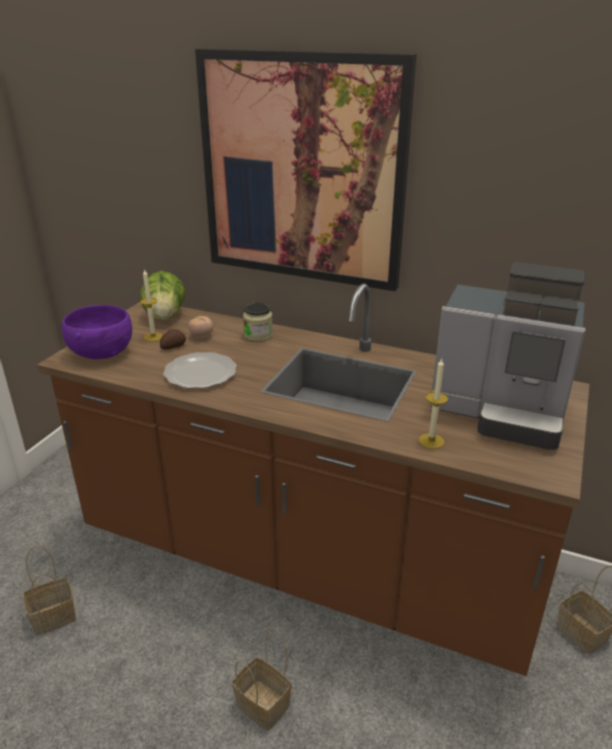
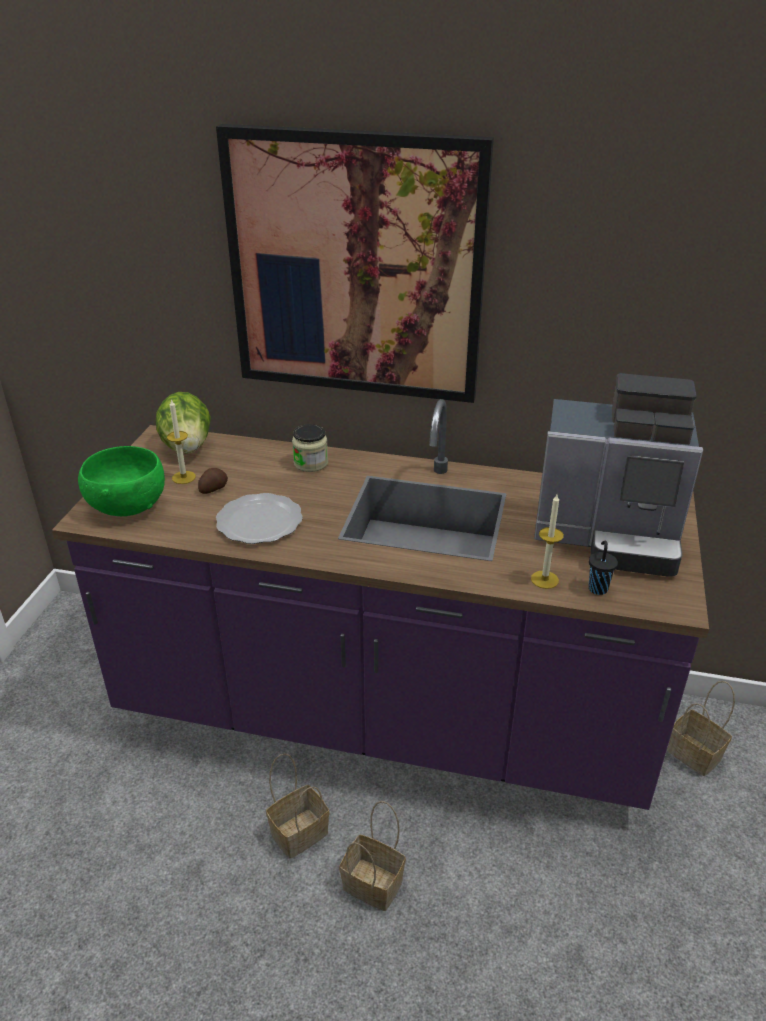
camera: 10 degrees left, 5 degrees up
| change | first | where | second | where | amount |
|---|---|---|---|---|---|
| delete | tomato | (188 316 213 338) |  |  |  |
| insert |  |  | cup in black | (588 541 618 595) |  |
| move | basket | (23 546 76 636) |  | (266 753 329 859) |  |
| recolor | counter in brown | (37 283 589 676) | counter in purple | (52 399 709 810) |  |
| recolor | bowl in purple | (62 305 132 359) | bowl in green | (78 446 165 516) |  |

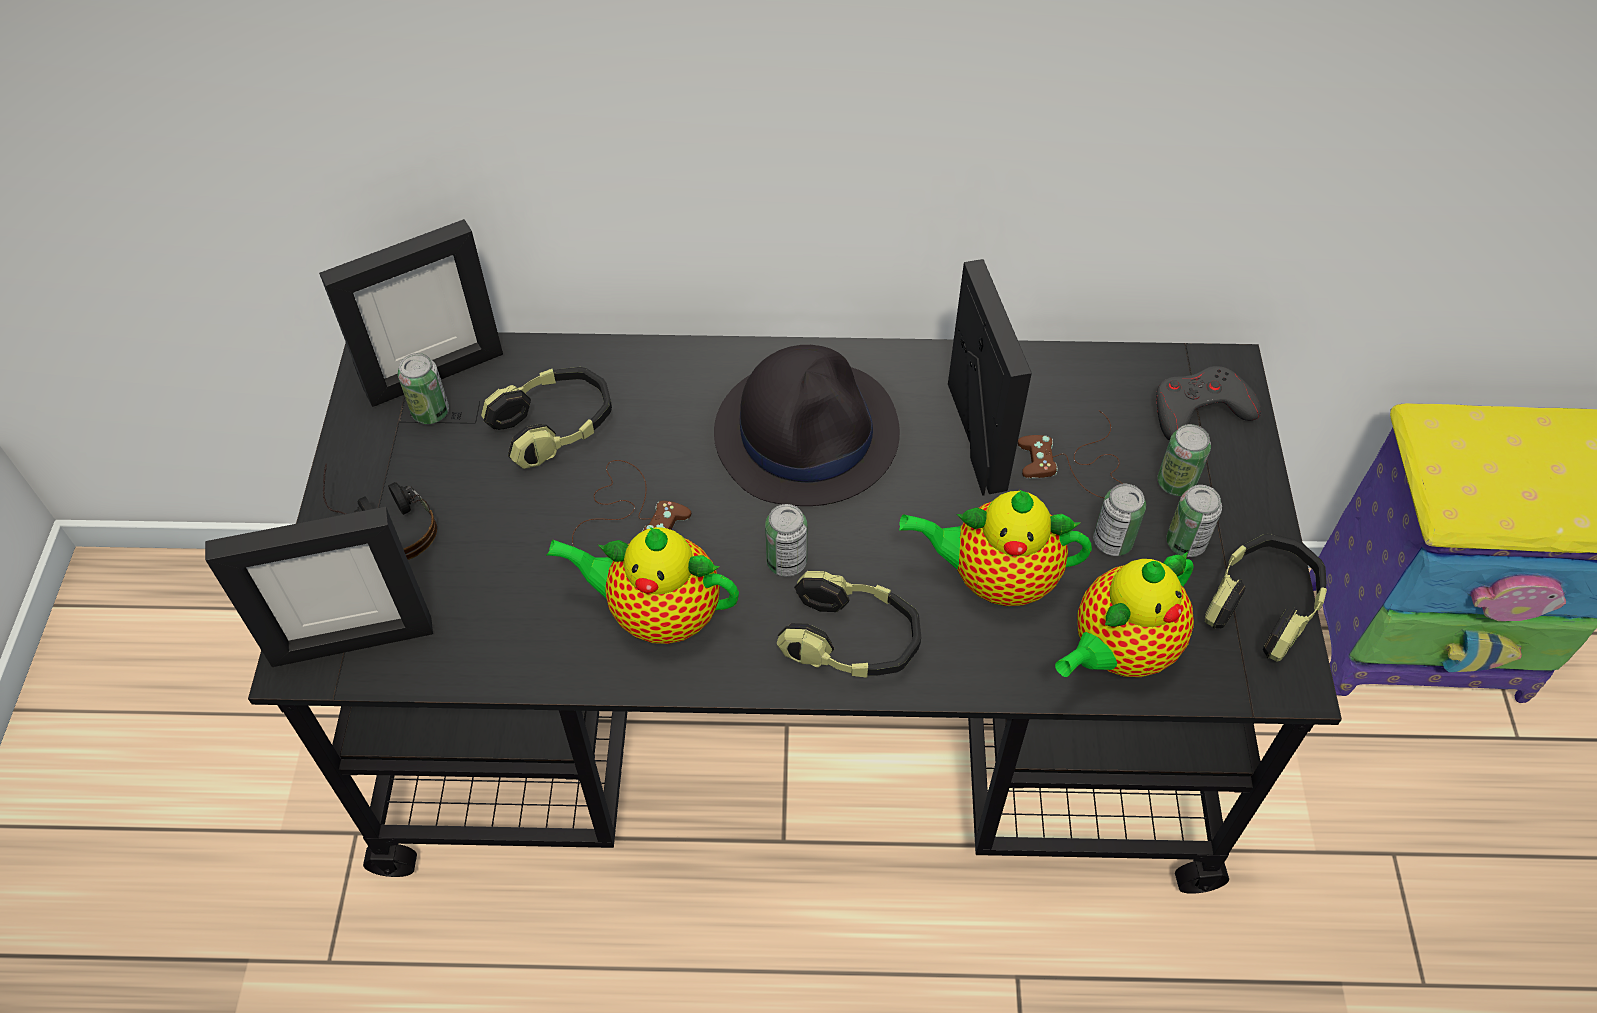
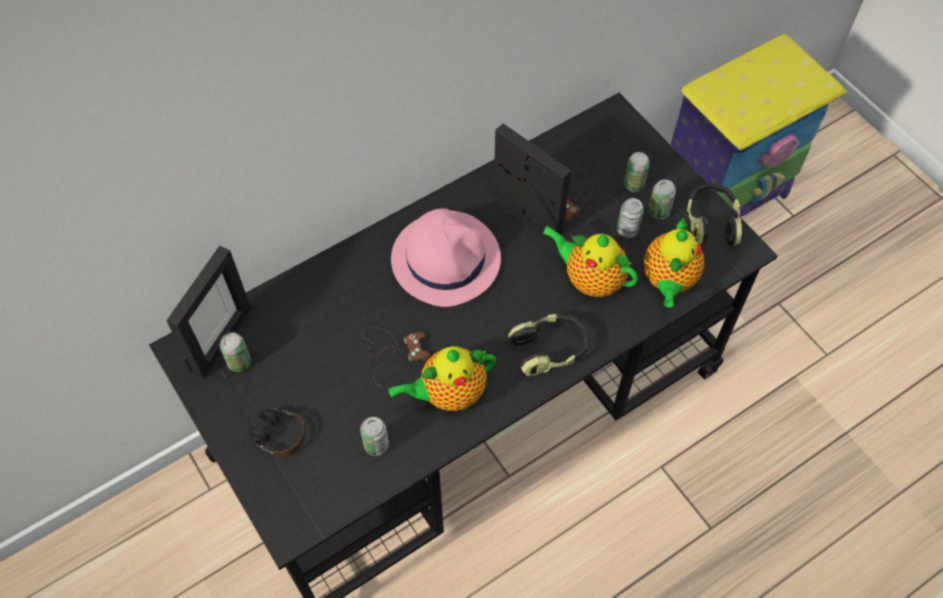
camera: 35 degrees left, 5 degrees up
| change | first | where | second | where | amount |
|---|---|---|---|---|---|
| delete | picture frame | (205 507 433 667) |  |  |  |
| delete | headphones | (481 367 612 469) |  |  |  |
| delete | game controller in grey | (1156 366 1261 440) |  |  |  |
| move | can | (765 504 807 577) |  | (360 417 389 456) |  |
| recolor | hat in black | (714 345 900 506) | hat in pink | (391 208 501 307) |  |
| rotate | teapot | (899 490 1092 606) |  | (543 226 638 297) | 60 degrees clockwise |

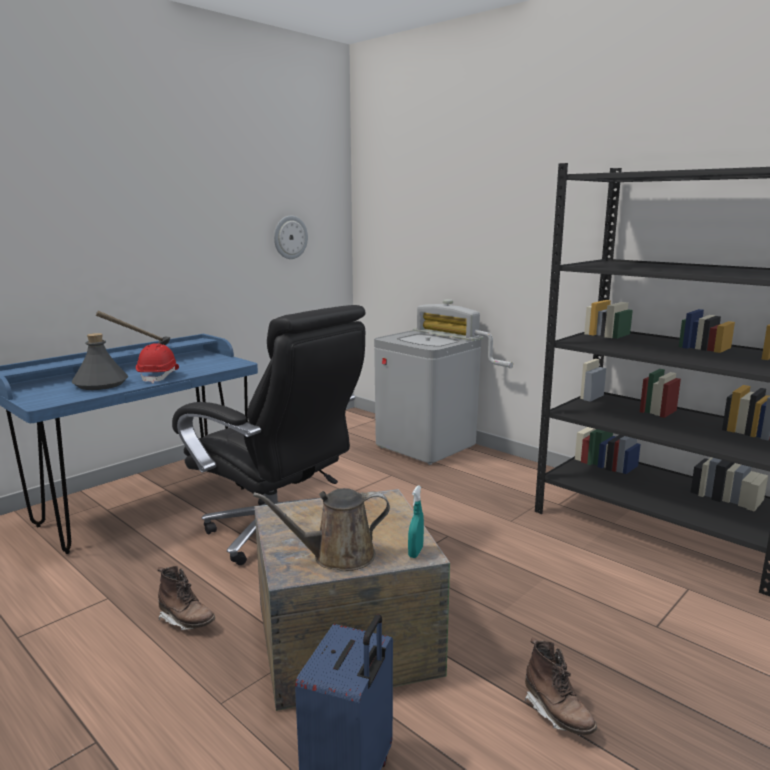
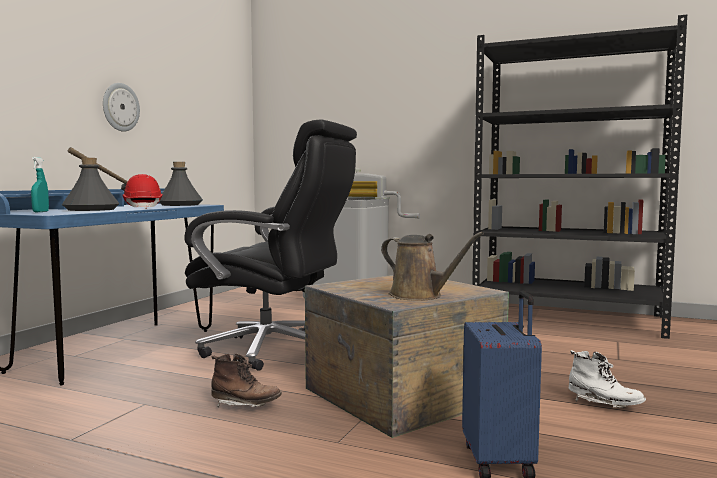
camera: 20 degrees left, 10 degrees down
| change | first | where | second | where | amount |
|---|---|---|---|---|---|
| insert |  |  | bottle in grey | (159 162 203 206) |  |
| move | wall clock | (274 216 308 259) |  | (103 83 140 132) |  |
| move | spray bottle in turquoise | (408 485 424 558) |  | (31 157 49 212) |  |
| recolor | boot in brown | (525 638 597 735) | boot in white | (569 350 646 408) |  |
| rotate | watering can in brown | (253 488 390 571) |  | (381 232 484 301) | 105 degrees counterclockwise |

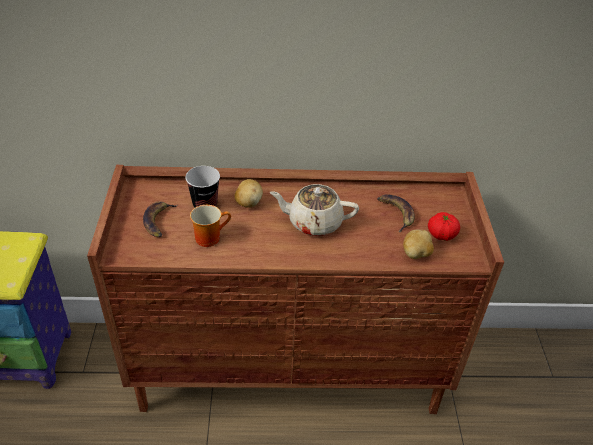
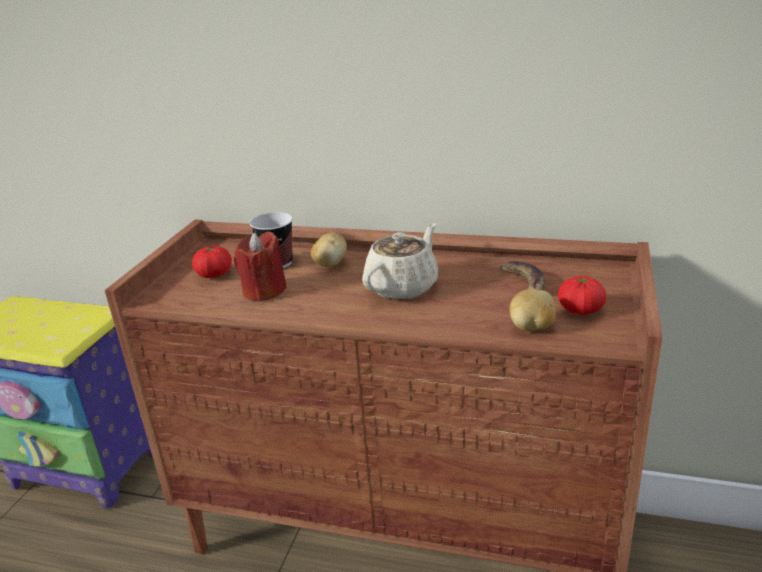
camera: 20 degrees right, 15 degrees down
| change | first | where | second | where | amount |
|---|---|---|---|---|---|
| replace | banana | (143 201 177 237) | tomato | (192 246 232 278) |  |
| replace | mug | (190 205 231 247) | candle in red | (234 232 287 302) |  |
| rotate | teapot in beige | (269 184 359 236) |  | (362 223 438 300) | 105 degrees clockwise |

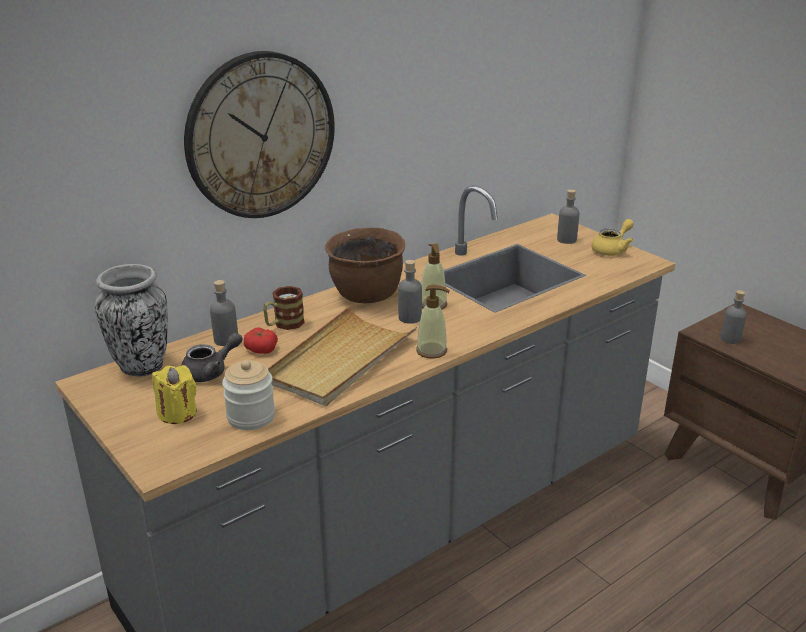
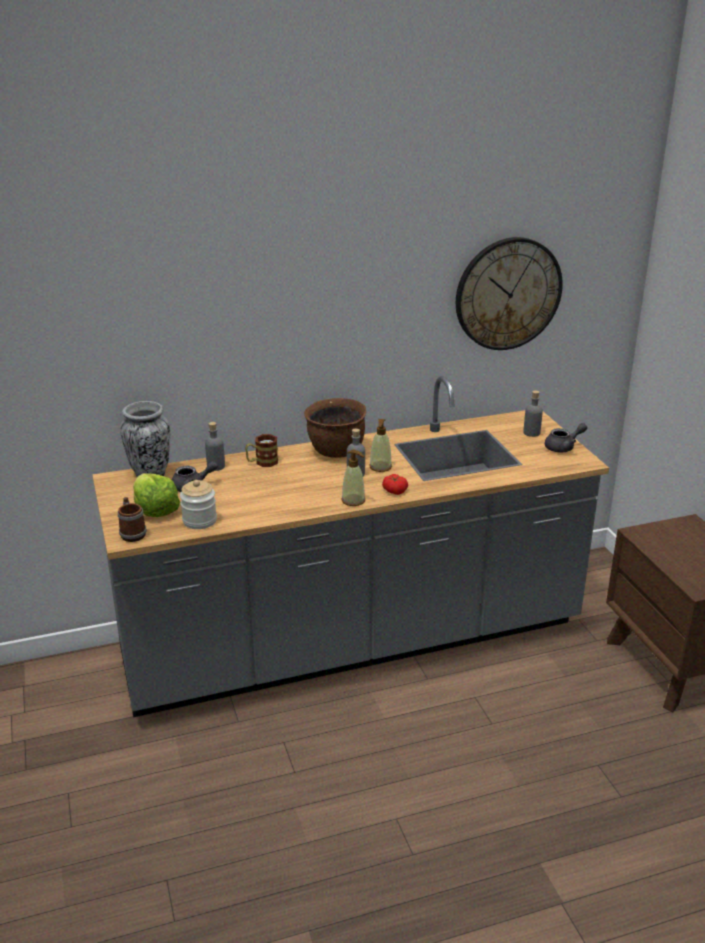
camera: 20 degrees right, 0 degrees up
| change | first | where | second | where | amount |
|---|---|---|---|---|---|
| delete | tray in beige | (268 306 417 406) |  |  |  |
| delete | bottle in grey | (720 290 747 344) |  |  |  |
| insert |  |  | mug | (118 497 147 542) |  |
| move | wall clock | (184 51 335 218) |  | (456 237 563 350) |  |
| move | tomato | (244 327 278 354) |  | (382 474 408 495) |  |
| replace | candle in yellow | (152 365 197 424) | lettuce | (133 473 181 517) |  |
| recolor | teapot in yellow | (592 219 634 256) | teapot in grey | (545 423 587 453) |  |

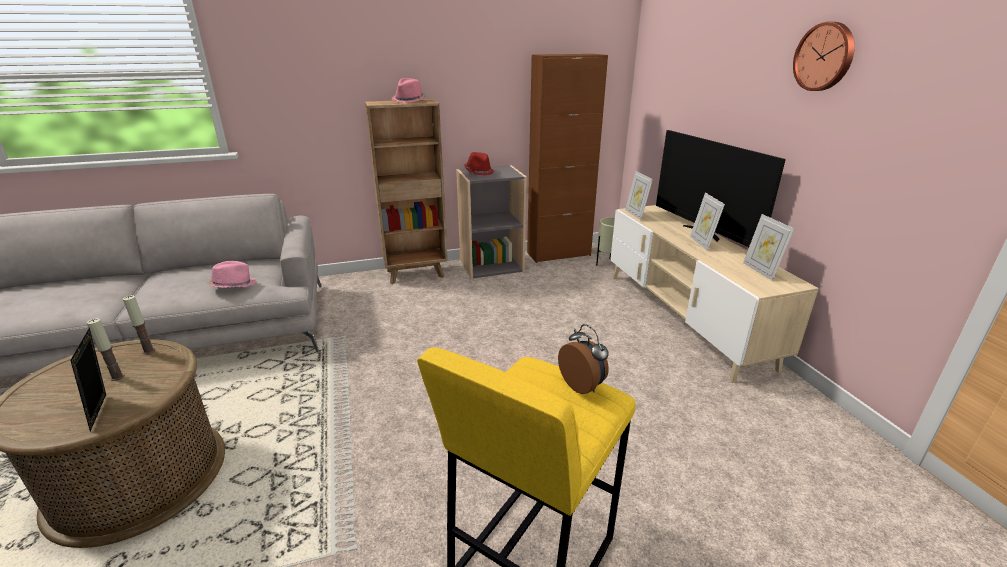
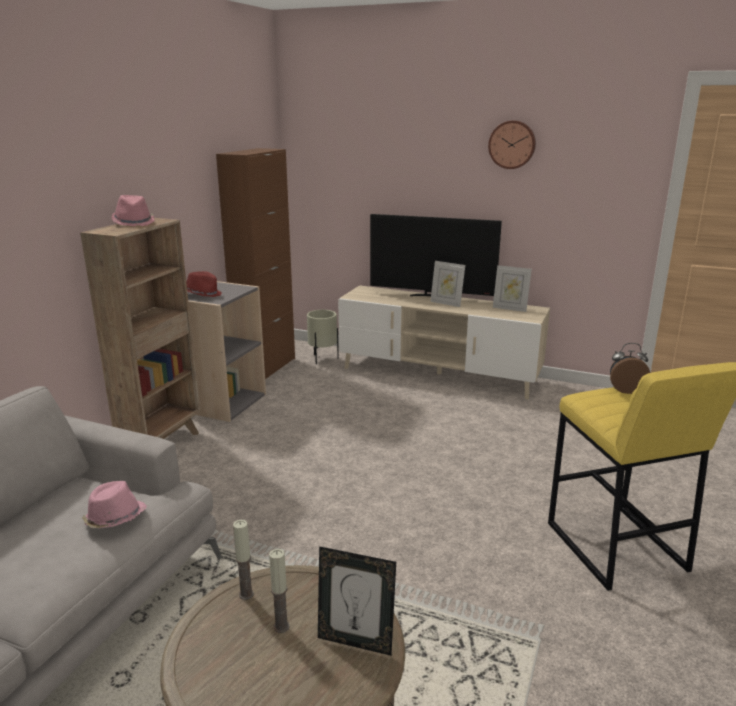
camera: 50 degrees left, 5 degrees down
| change | first | where | second | where | amount |
|---|---|---|---|---|---|
| delete | picture frame | (625 171 653 220) |  |  |  |

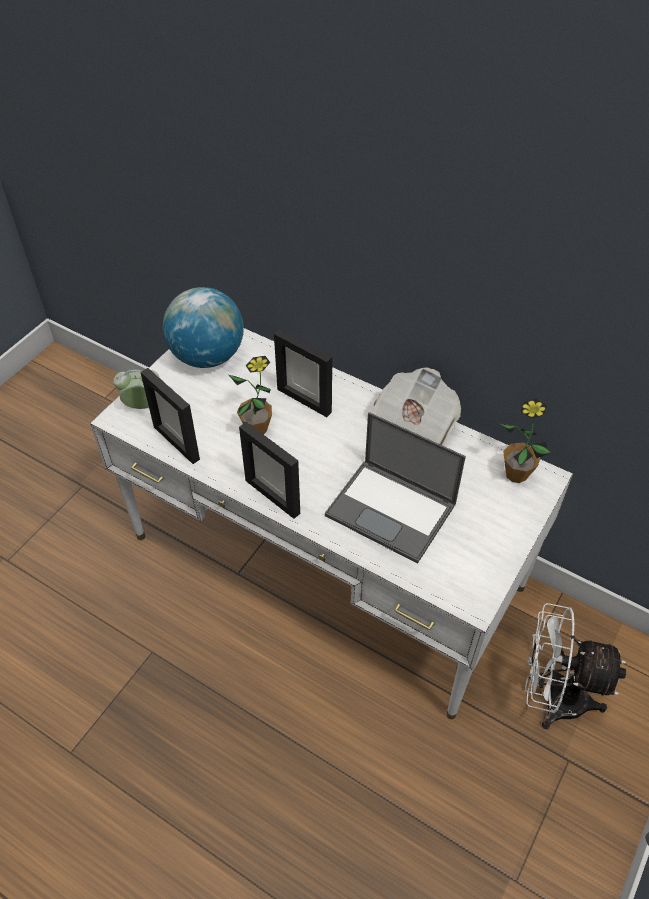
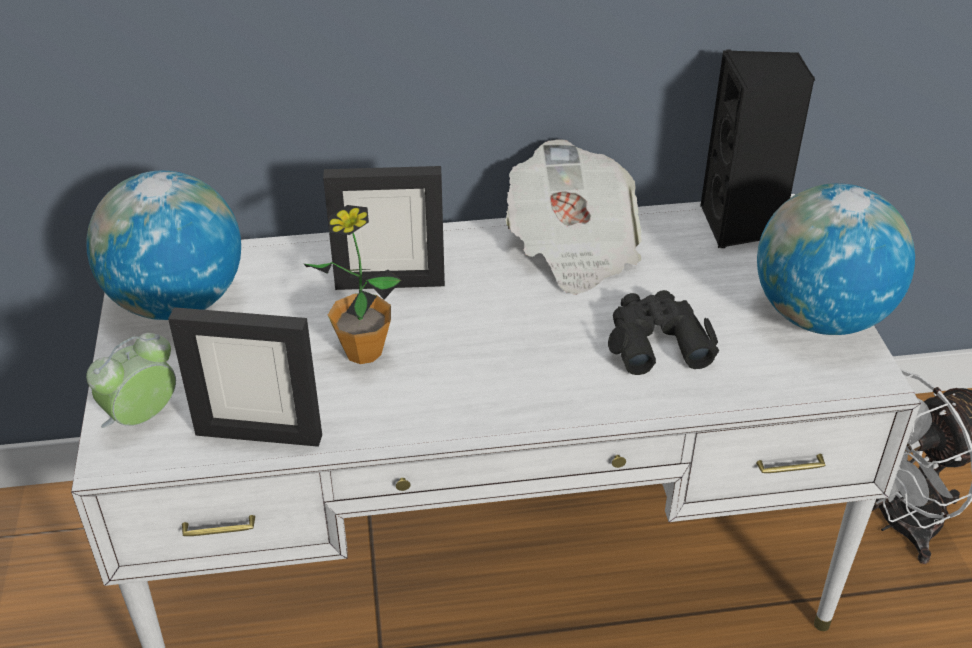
camera: 40 degrees left, 10 degrees down
| change | first | where | second | where | amount |
|---|---|---|---|---|---|
| delete | picture frame | (239 422 300 519) |  |  |  |
| insert |  |  | globe | (757 183 915 335) |  |
| replace | laptop | (325 412 466 564) | binoculars in black | (608 290 719 375) |  |
| replace | potted plant | (501 398 550 483) | speaker in black | (700 49 815 248) |  |

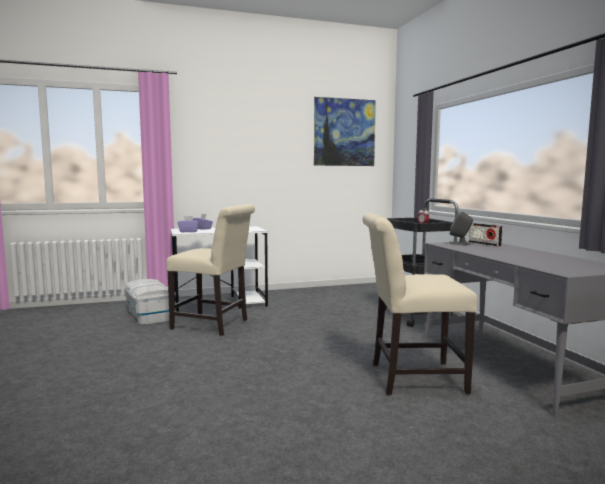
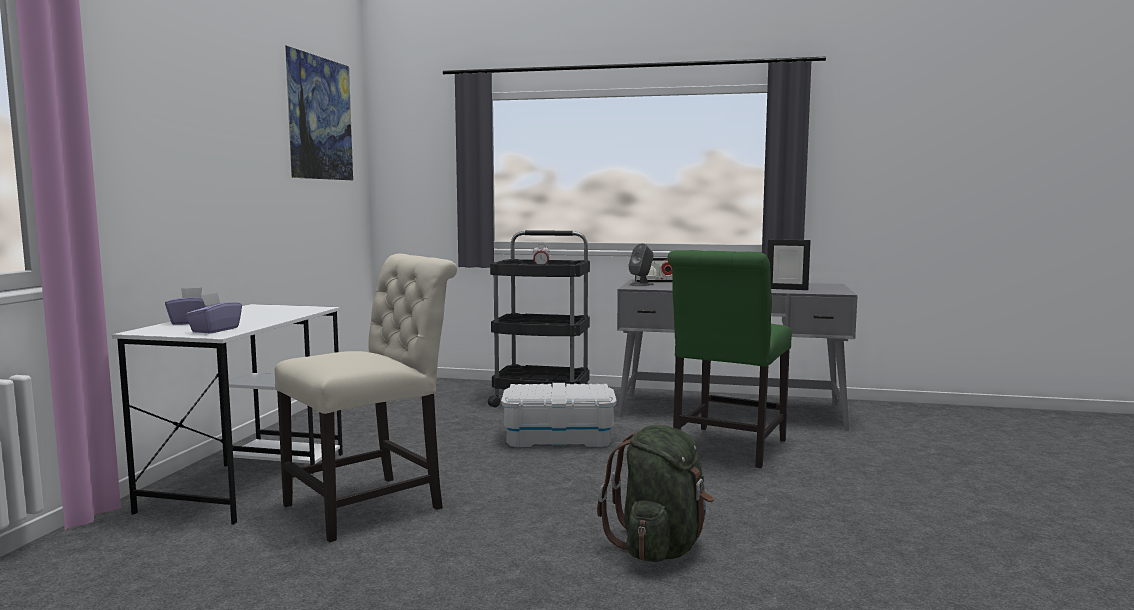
camera: 60 degrees left, 0 degrees up
| change | first | where | second | where | amount |
|---|---|---|---|---|---|
| insert |  |  | backpack in green | (597 425 714 562) |  |
| insert |  |  | picture frame | (767 239 811 290) |  |
| move | storage box in white | (124 279 169 325) |  | (501 383 617 447) |  |
| recolor | chair in beige | (363 213 477 395) | chair in green | (668 250 792 469) |  |

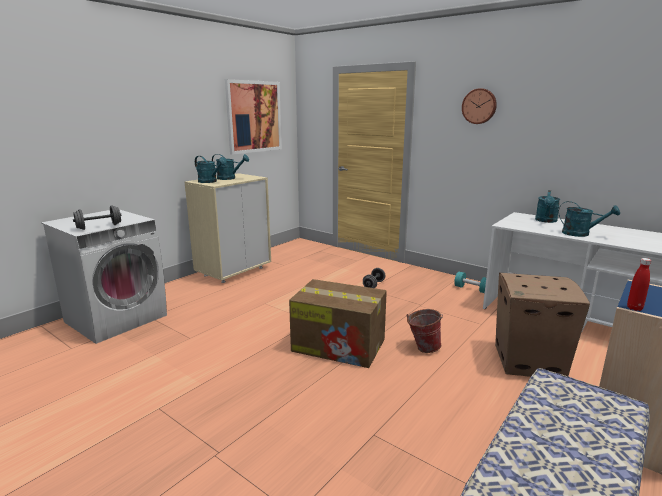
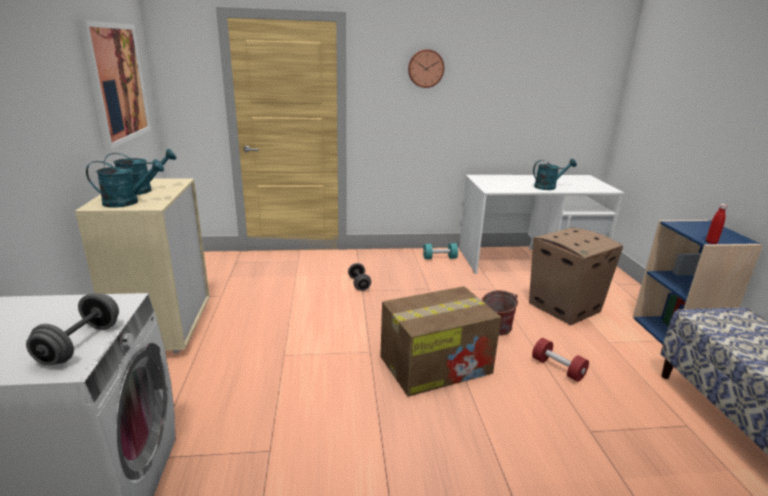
camera: 45 degrees left, 5 degrees up
| change | first | where | second | where | amount |
|---|---|---|---|---|---|
| delete | watering can in turquoise | (535 190 560 223) |  |  |  |
| insert |  |  | dumbbell in red | (532 338 589 382) |  |

